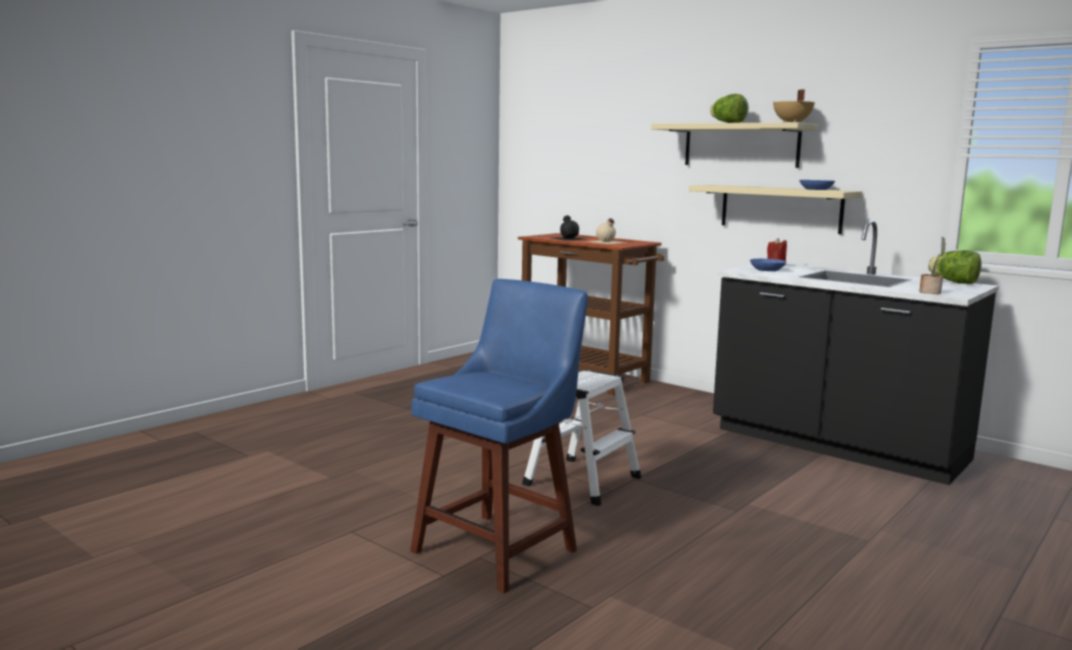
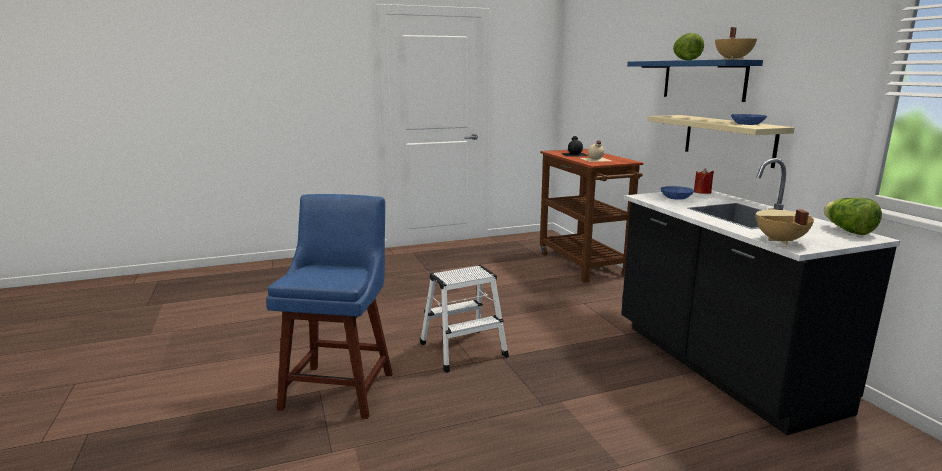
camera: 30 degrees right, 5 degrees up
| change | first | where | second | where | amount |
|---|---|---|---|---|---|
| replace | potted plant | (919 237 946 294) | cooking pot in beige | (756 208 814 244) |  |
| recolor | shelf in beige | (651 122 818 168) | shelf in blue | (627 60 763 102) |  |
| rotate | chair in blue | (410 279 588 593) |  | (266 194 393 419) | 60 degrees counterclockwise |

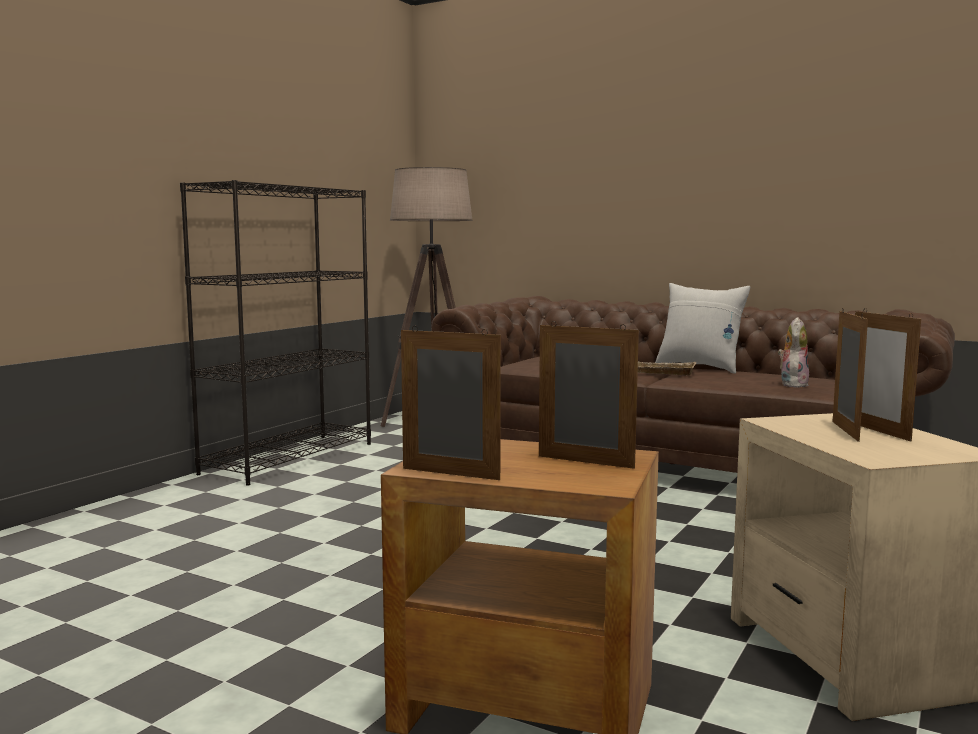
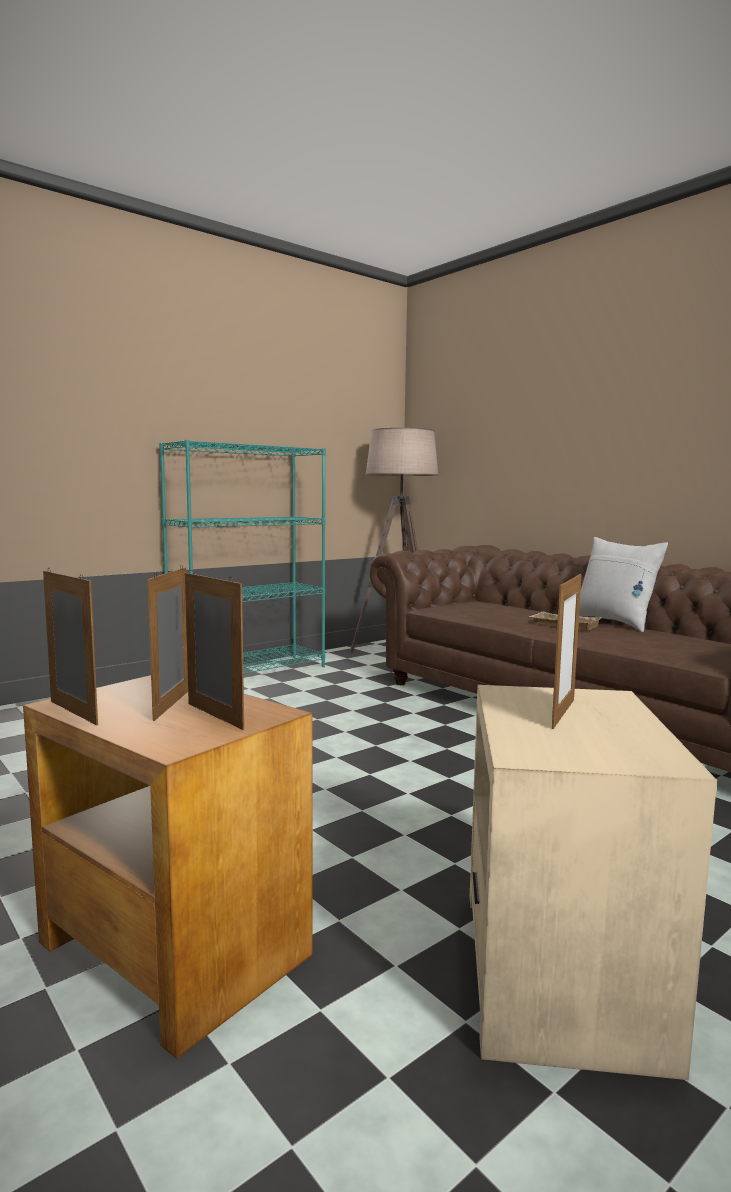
camera: 20 degrees right, 0 degrees up
| change | first | where | second | where | amount |
|---|---|---|---|---|---|
| delete | plush toy | (778 317 809 388) |  |  |  |
| move | picture frame | (855 308 921 441) |  | (147 564 188 721) |  |
| recolor | bookcase in black | (180 180 371 486) | bookcase in turquoise | (159 440 326 674) |  |

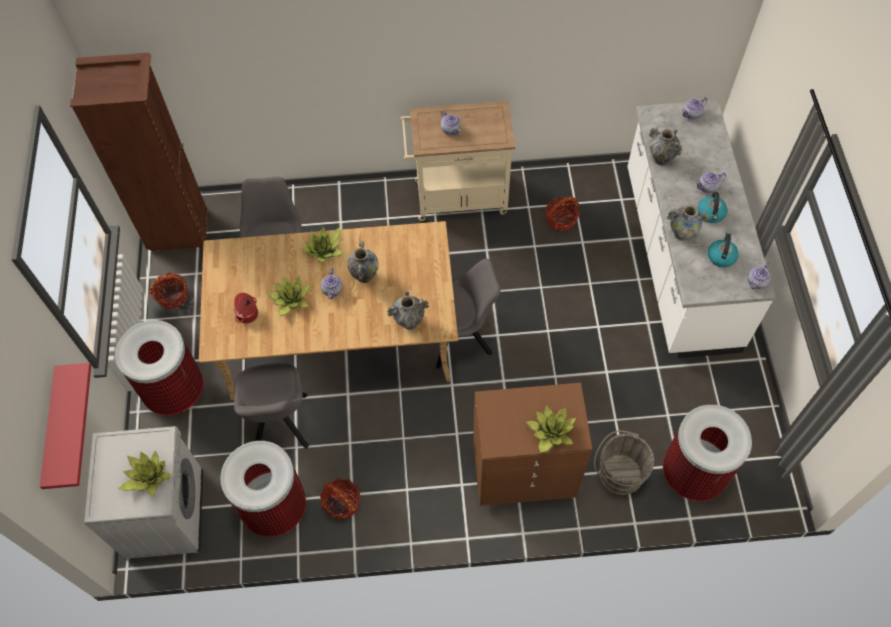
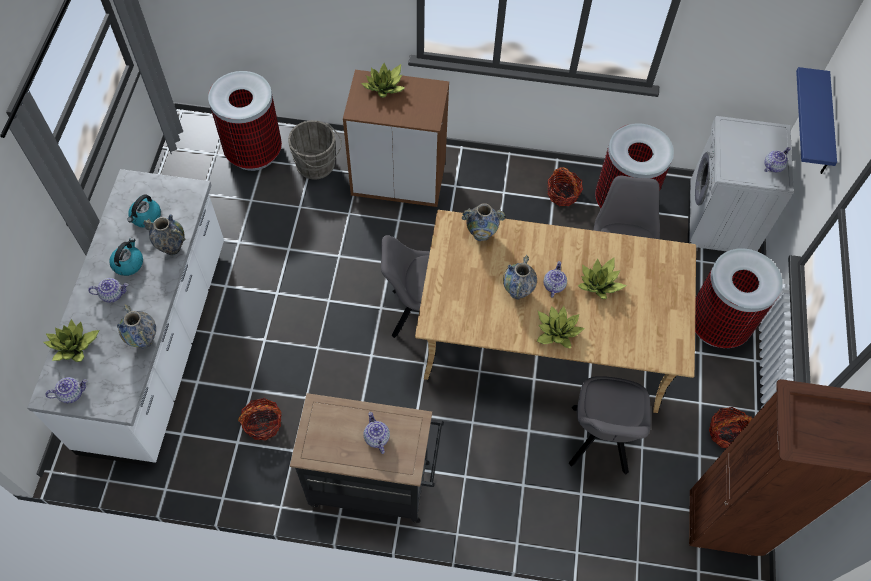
camera: 170 degrees left, 0 degrees up
| change | first | where | second | where | amount |
|---|---|---|---|---|---|
| delete | cooking pot | (234 293 258 323) |  |  |  |
| move | potted plant | (118 450 171 496) |  | (44 319 99 362) |  |
| move | teapot | (748 262 771 289) |  | (764 147 790 172) |  |
| recolor | shelf in red | (40 363 91 489) | shelf in blue | (796 67 837 174) |  |
| recolor | cart in beige | (401 101 515 221) | cart in black | (290 393 444 523) |  |

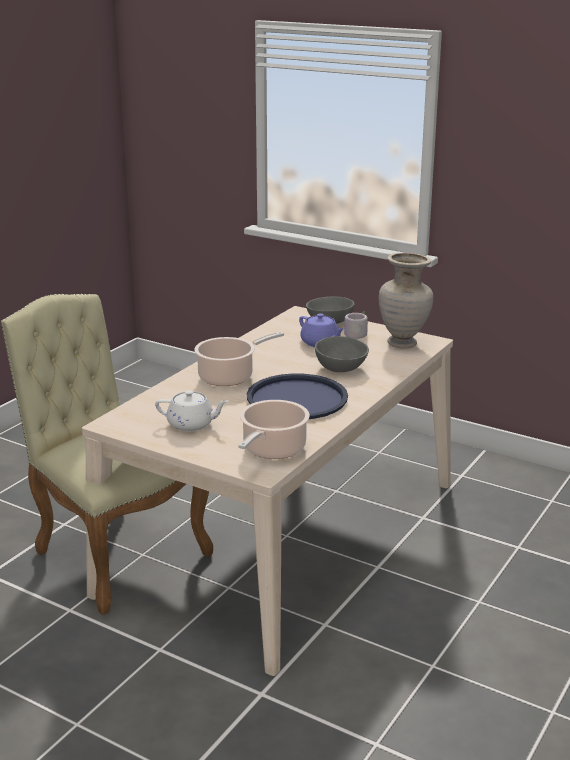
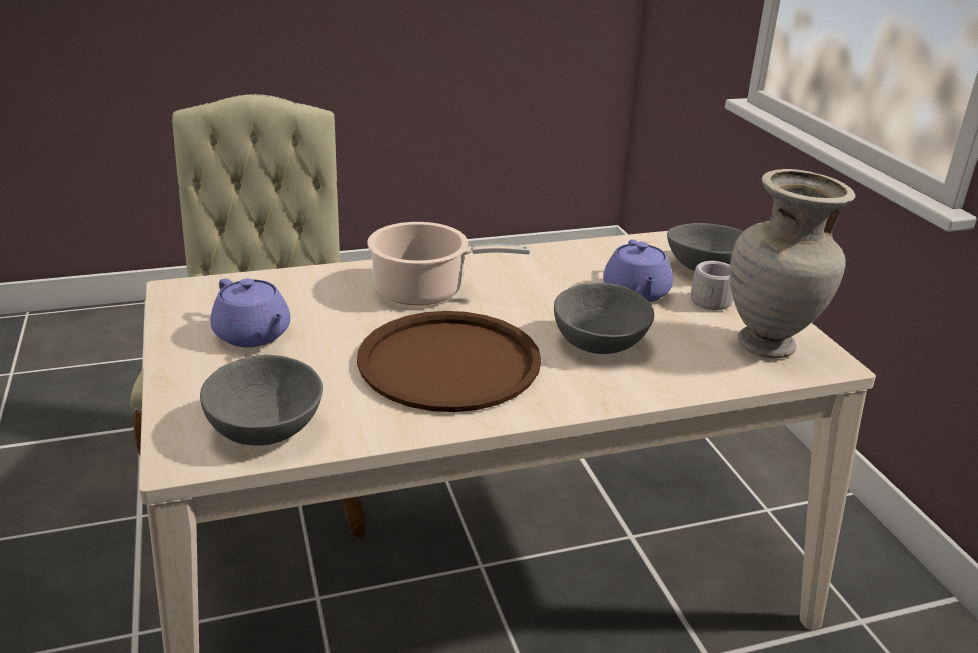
camera: 40 degrees right, 5 degrees up
| change | first | where | second | where | amount |
|---|---|---|---|---|---|
| replace | cooking pot | (238 400 310 459) | bowl in grey | (200 355 323 446) |  |
| recolor | teapot in white | (155 390 229 431) | teapot in purple | (210 278 290 347) |  |
| recolor | tray in blue | (247 373 348 419) | tray in brown | (357 311 541 412) |  |

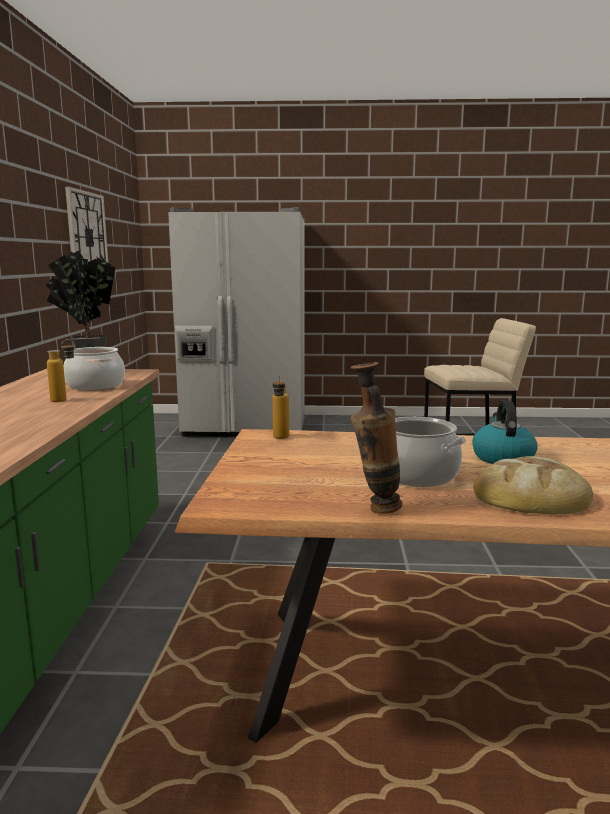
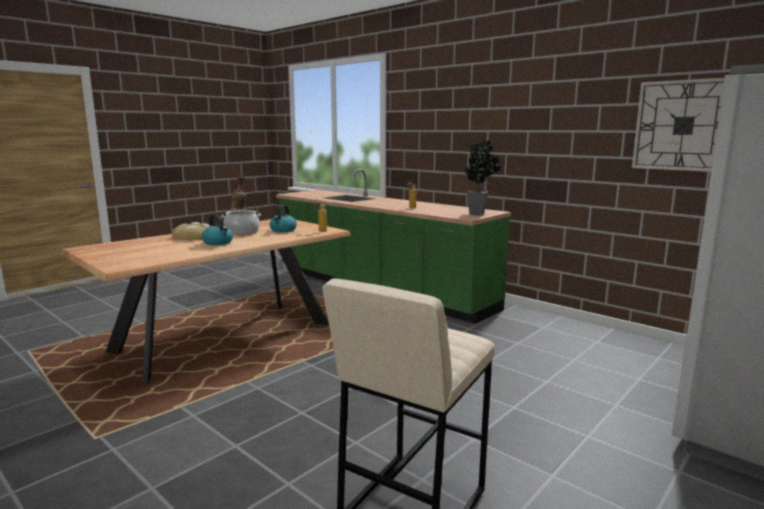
camera: 130 degrees right, 0 degrees up
| change | first | where | second | where | amount |
|---|---|---|---|---|---|
| delete | cooking pot | (64 347 125 390) |  |  |  |
| insert |  |  | kettle | (270 205 297 232) |  |

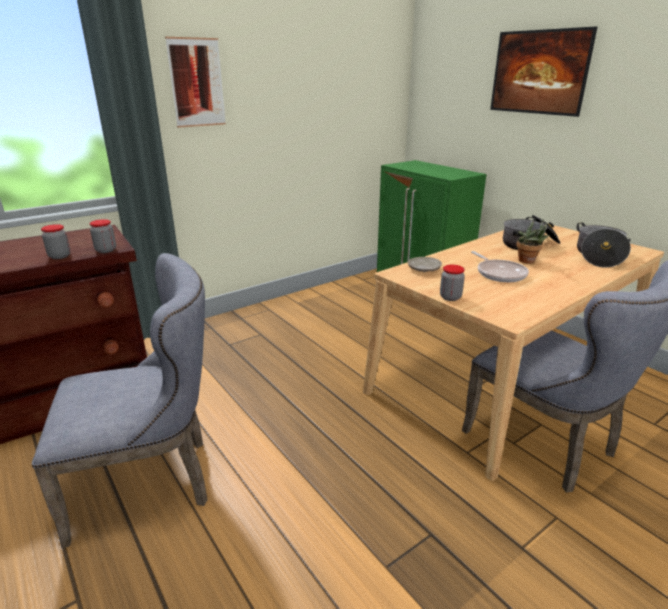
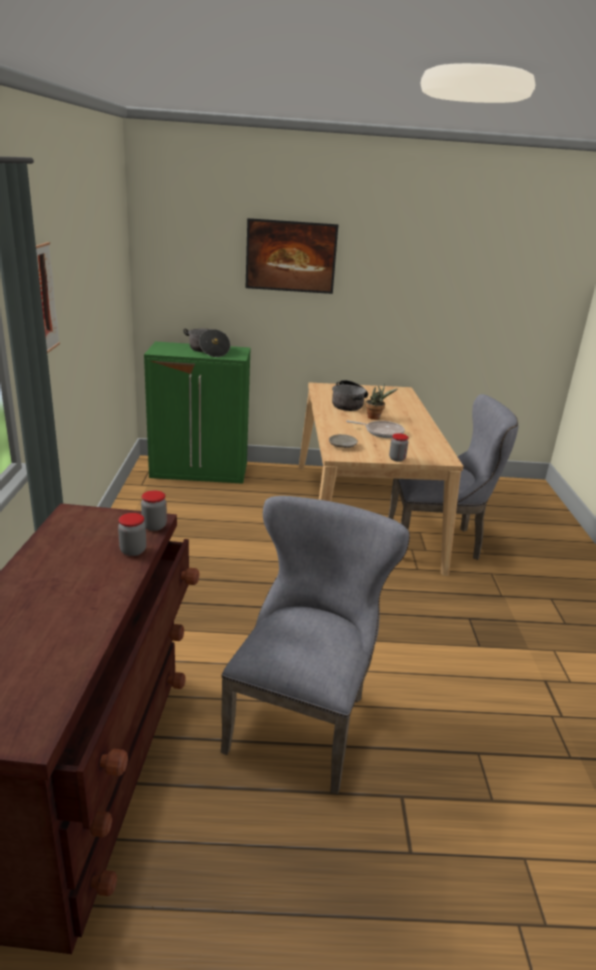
camera: 55 degrees left, 0 degrees up
| change | first | where | second | where | amount |
|---|---|---|---|---|---|
| move | cooking pot | (577 222 631 268) |  | (183 328 231 357) |  |

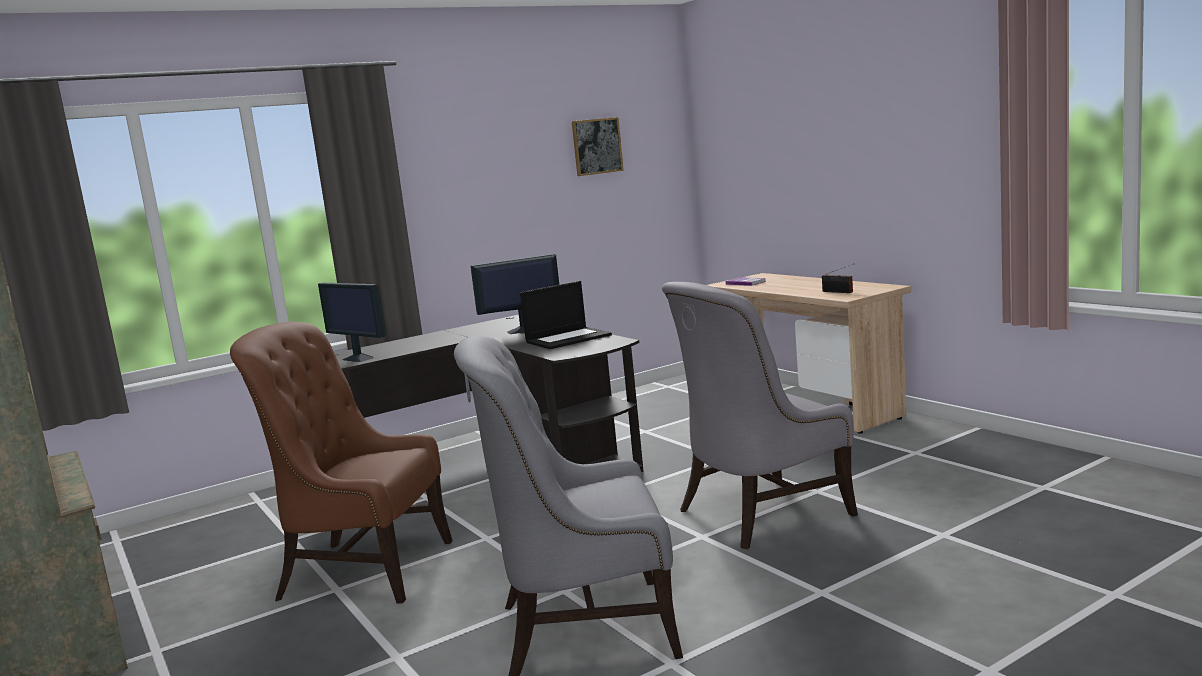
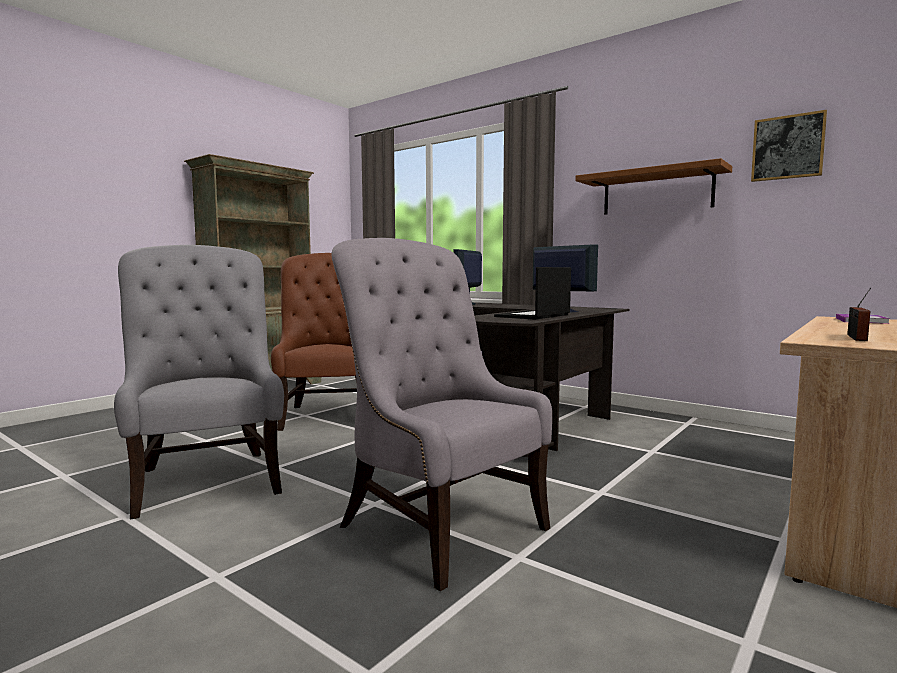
camera: 70 degrees right, 5 degrees down
| change | first | where | second | where | amount |
|---|---|---|---|---|---|
| insert |  |  | shelf in brown | (575 158 732 215) |  |
| rotate | laptop | (520 281 612 349) |  | (494 267 571 320) | 90 degrees clockwise |

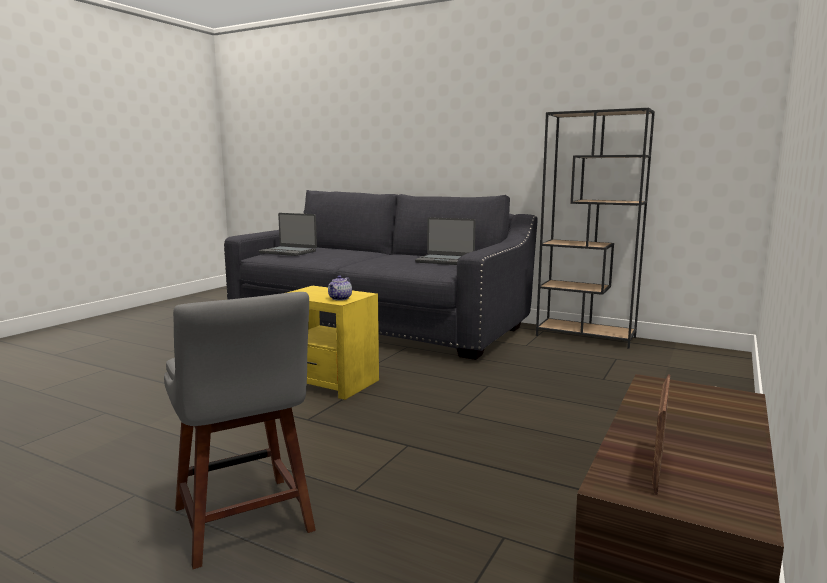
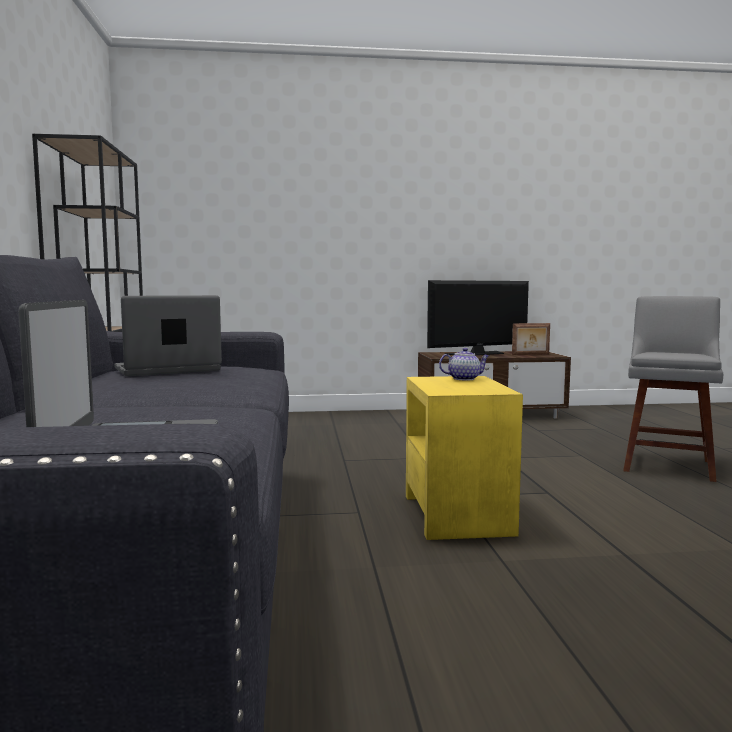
camera: 125 degrees left, 5 degrees down
| change | first | where | second | where | amount |
|---|---|---|---|---|---|
| insert |  |  | television | (427 280 529 355) |  |
| rotate | laptop | (415 217 476 265) |  | (114 295 222 376) | 105 degrees counterclockwise |

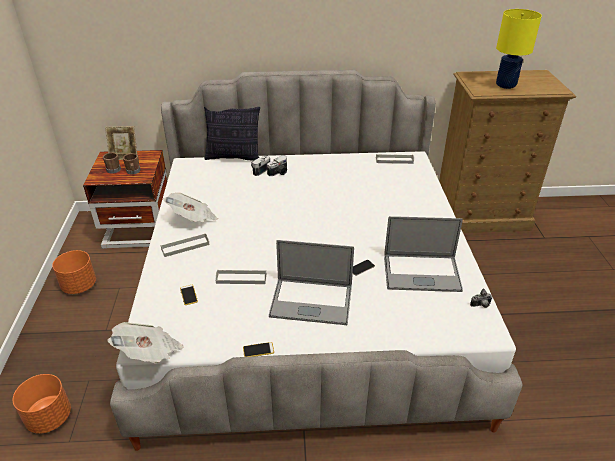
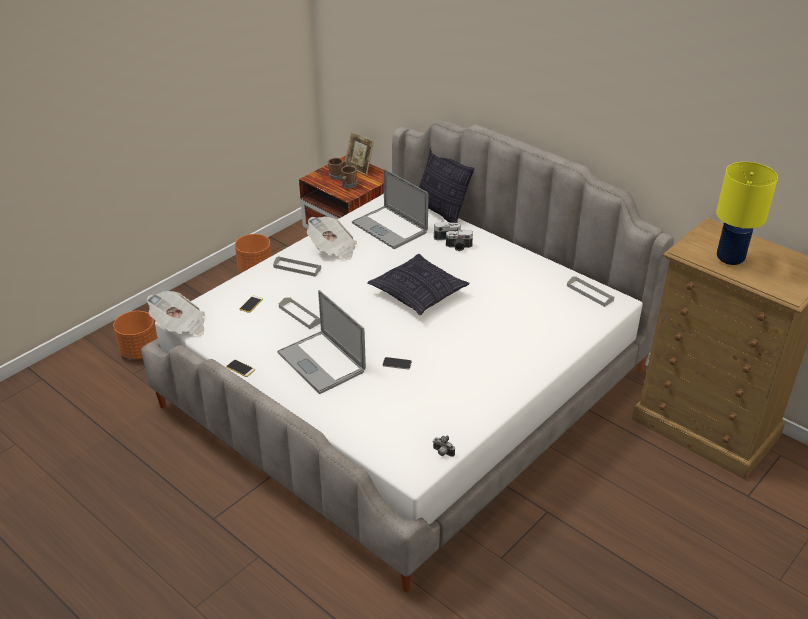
camera: 45 degrees right, 0 degrees up
| change | first | where | second | where | amount |
|---|---|---|---|---|---|
| insert |  |  | pillow | (367 254 470 315) |  |
| move | laptop | (384 216 463 292) |  | (352 169 429 249) |  |

